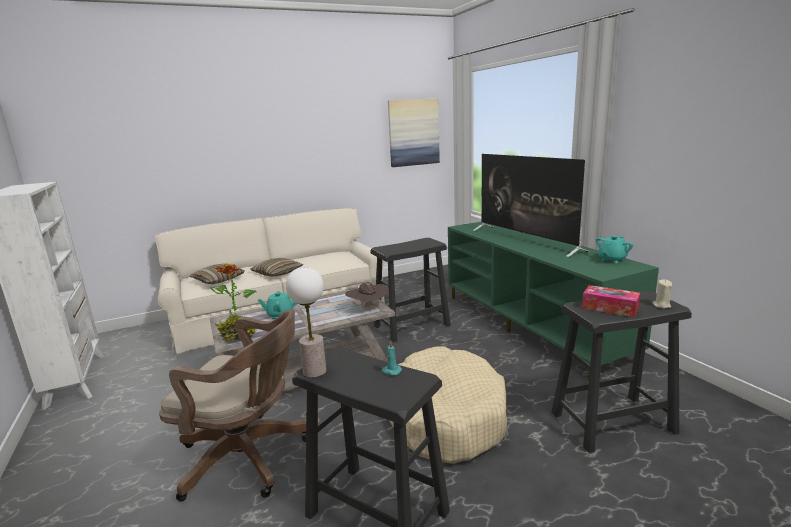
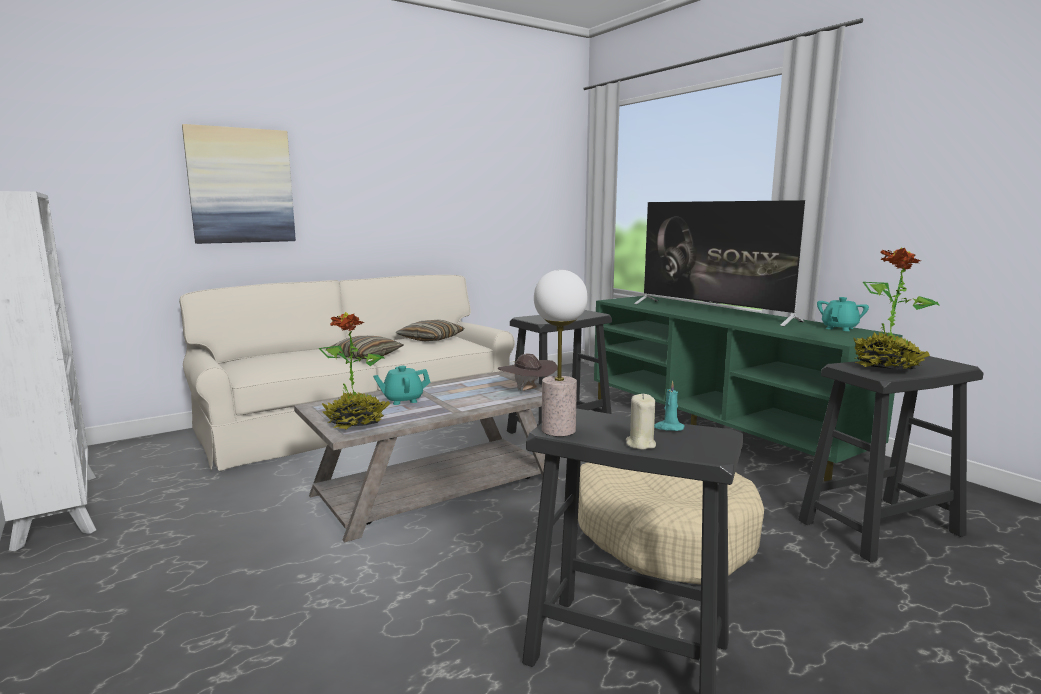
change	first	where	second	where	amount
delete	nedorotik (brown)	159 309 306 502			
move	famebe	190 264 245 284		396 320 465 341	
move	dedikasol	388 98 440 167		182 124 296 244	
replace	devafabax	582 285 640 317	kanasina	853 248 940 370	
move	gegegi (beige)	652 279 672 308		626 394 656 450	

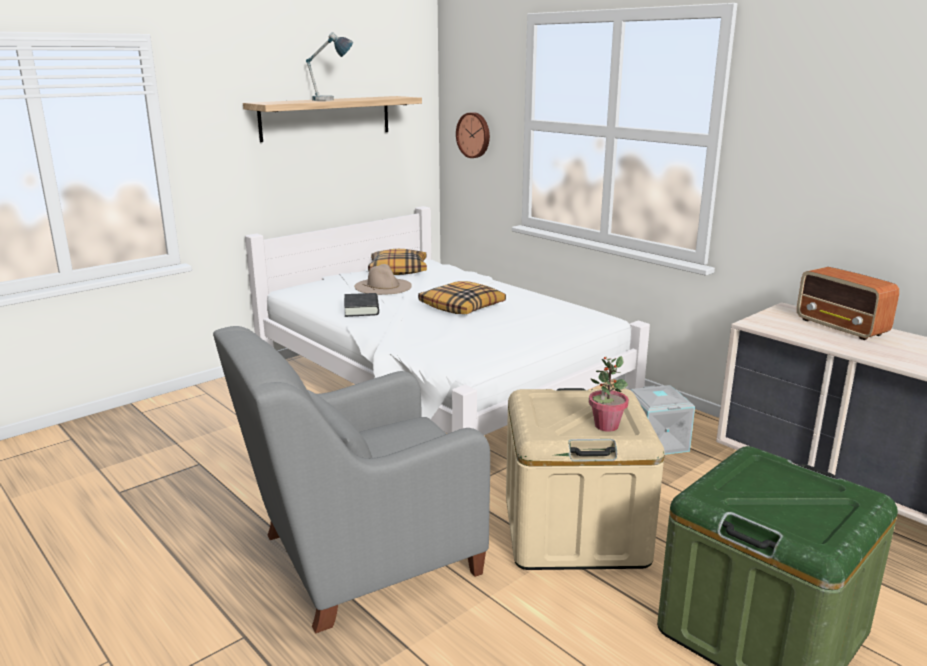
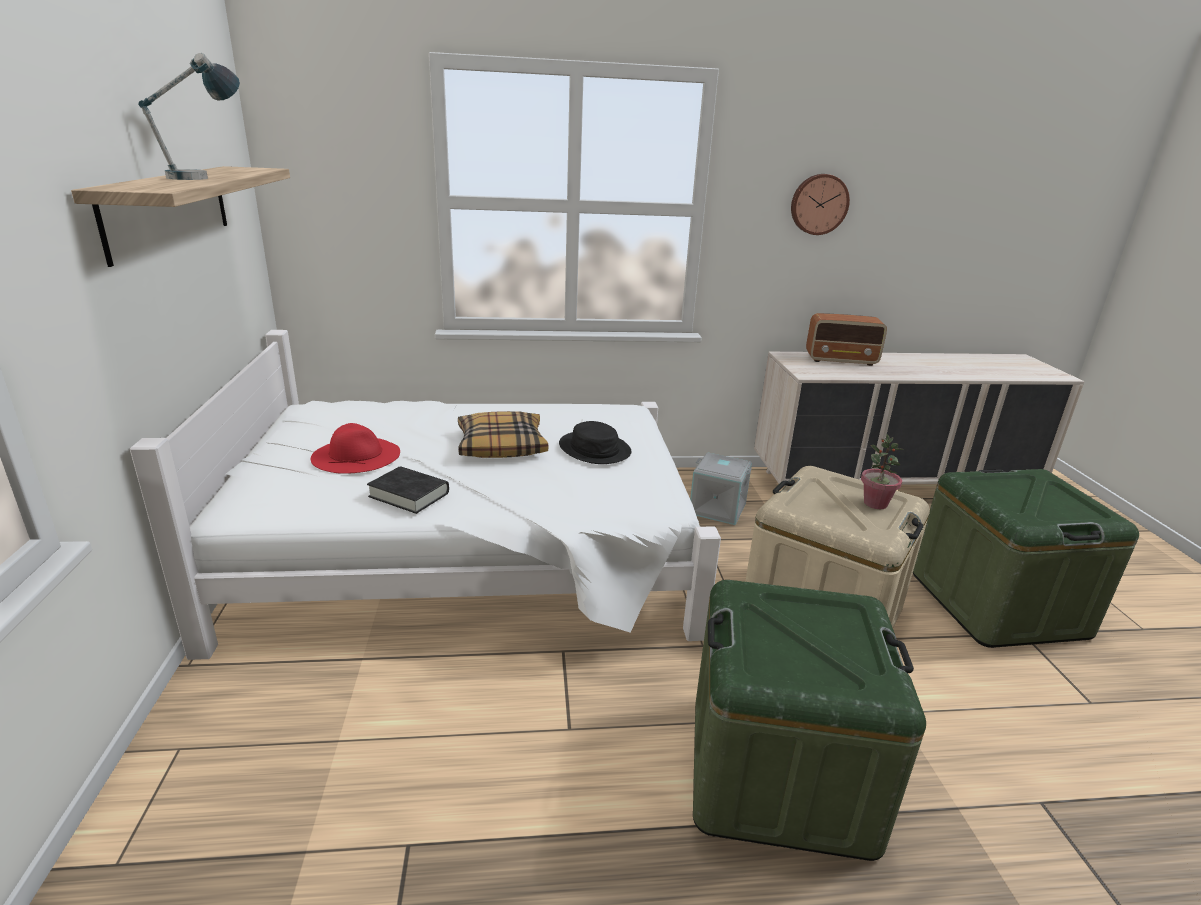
change	first	where	second	where	amount
replace	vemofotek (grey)	213 326 490 633	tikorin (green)	693 580 926 861	
recolor	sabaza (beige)	354 264 412 295	sabaza (red)	311 423 400 474	
delete	famebe	368 249 427 275			
move	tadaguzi	456 112 490 158		791 174 850 235	
insert			sabaza (black)	559 421 632 464	

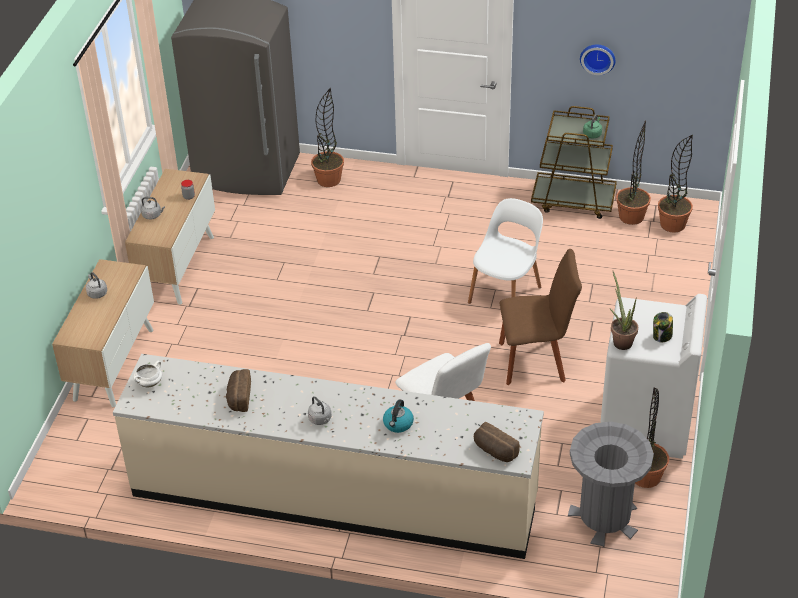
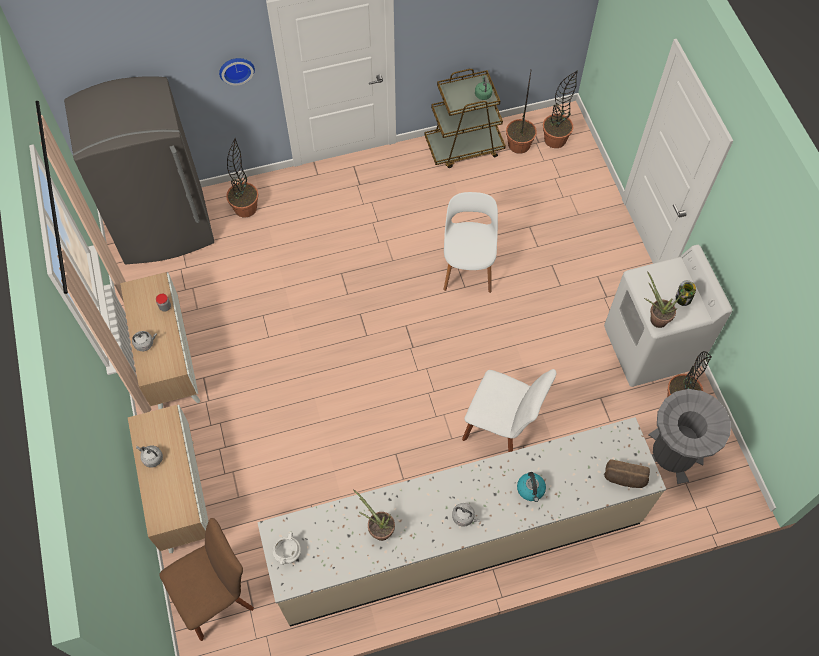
change	first	where	second	where	amount
replace	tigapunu	226 369 251 412	kanasina	353 489 395 541	
move	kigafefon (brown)	499 249 582 385		159 518 254 641	
move	tadaguzi	580 45 615 75		219 58 255 85	

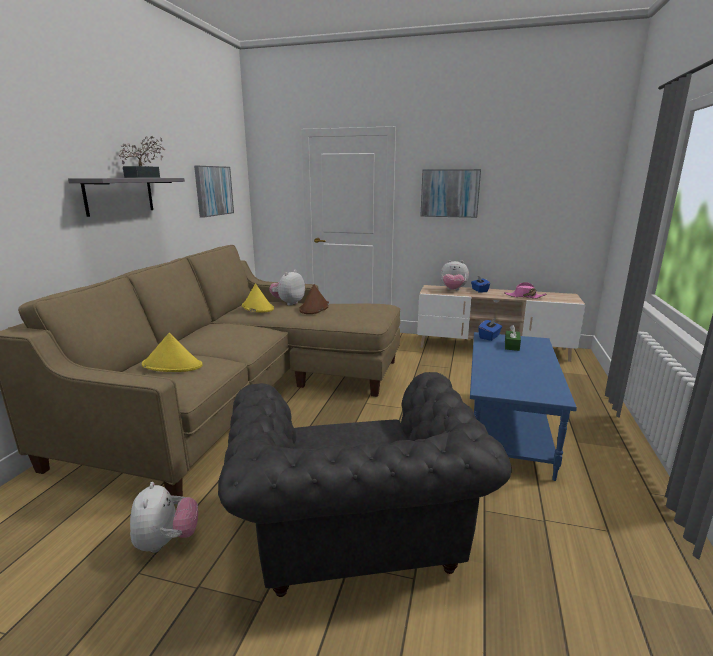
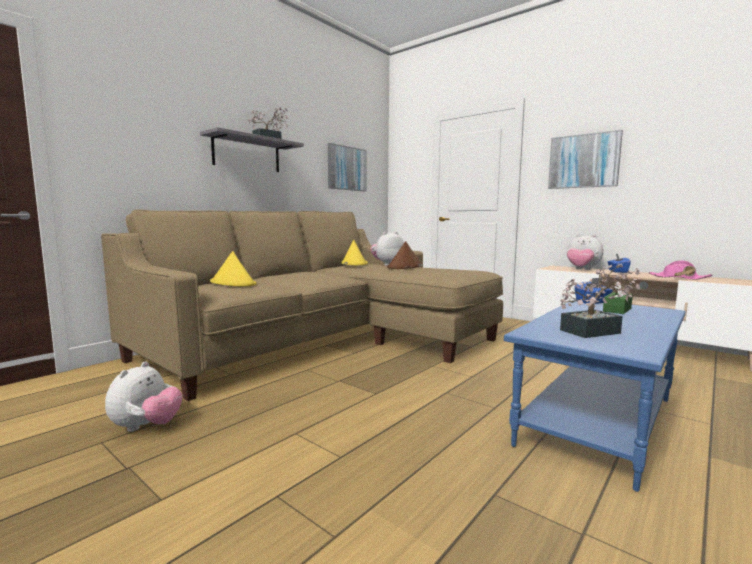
change	first	where	second	where	amount
delete	vemofotek (grey)	218 372 512 597			
insert			kanasina	560 264 641 338	

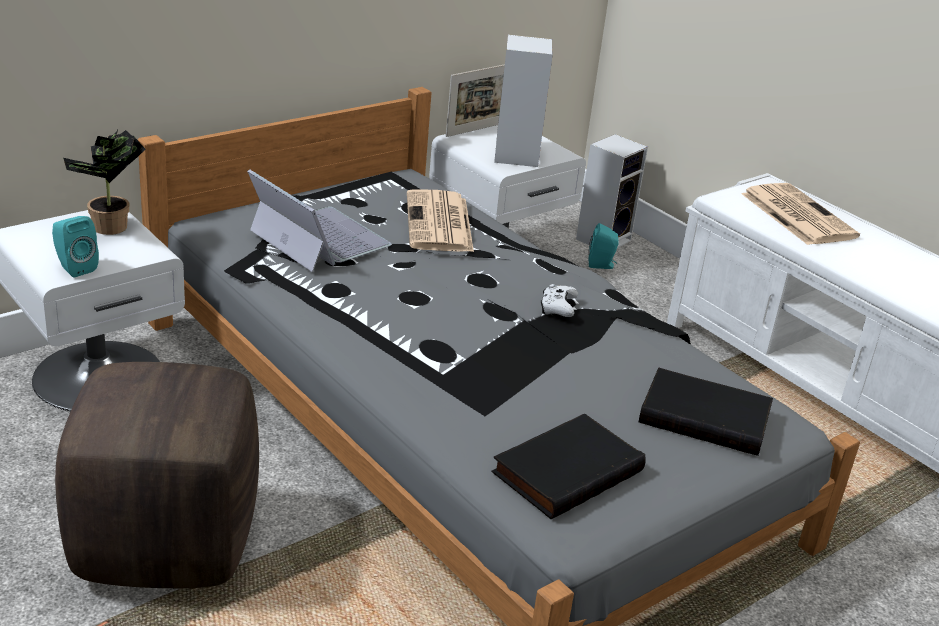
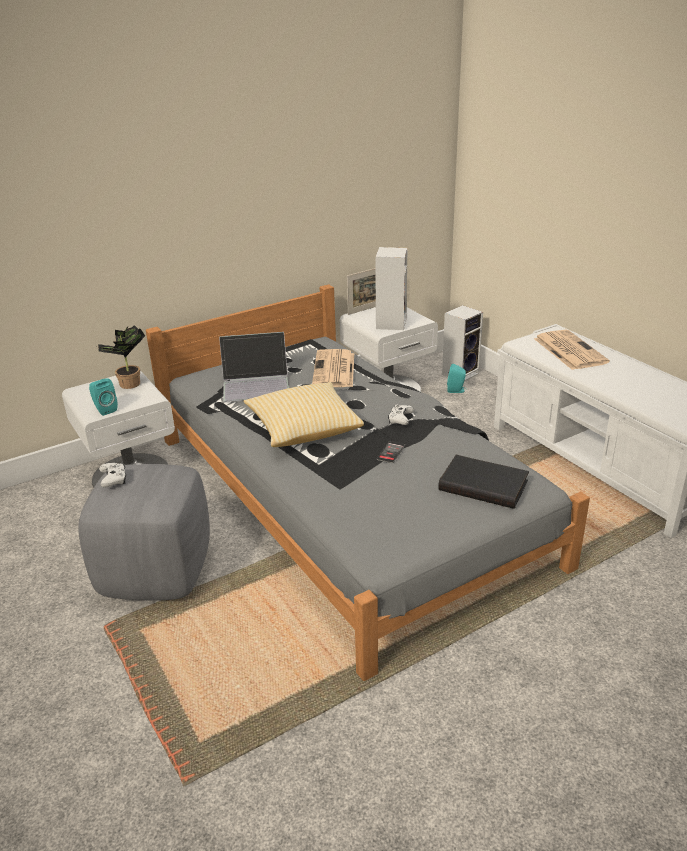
change	first	where	second	where	amount
recolor	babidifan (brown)	55 362 259 588	babidifan (grey)	78 464 210 600	
rotate	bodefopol	247 169 391 272		219 332 289 402	120 degrees clockwise
delete	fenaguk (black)	492 414 646 519			
insert			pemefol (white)	99 463 126 487	
insert			famebe	244 382 364 447	
insert			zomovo	377 441 405 463	

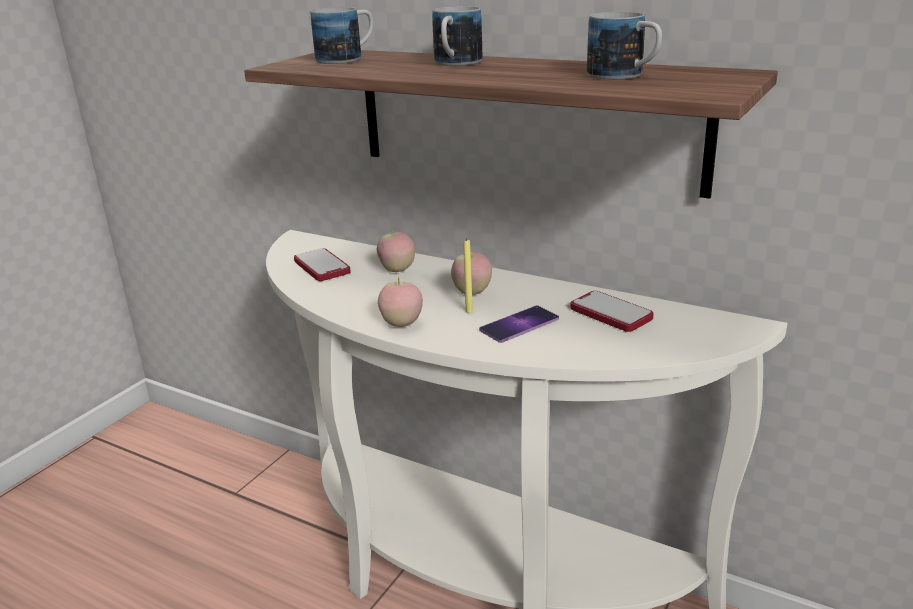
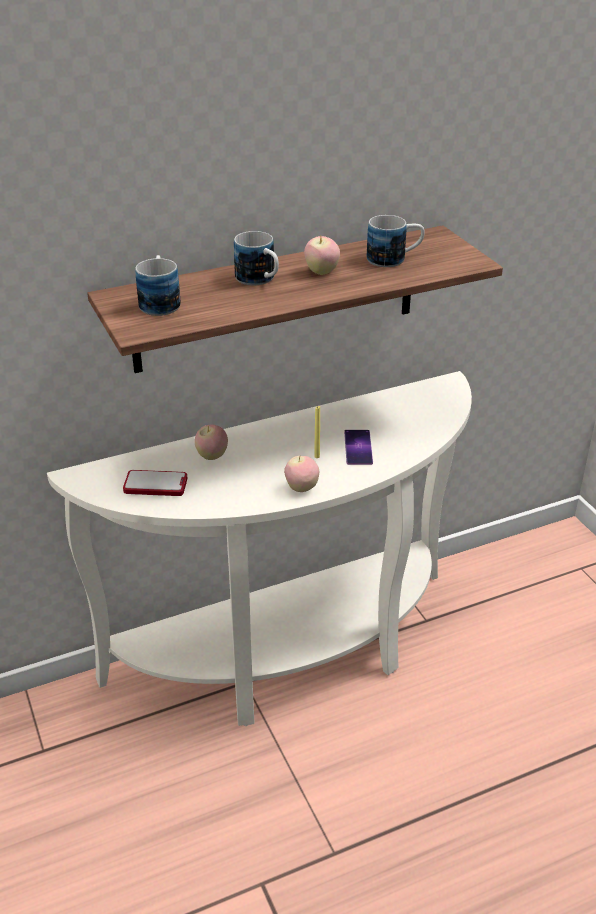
change	first	where	second	where	amount
move	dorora	451 251 492 295		304 236 340 275	
delete	zomovo	570 291 654 332			

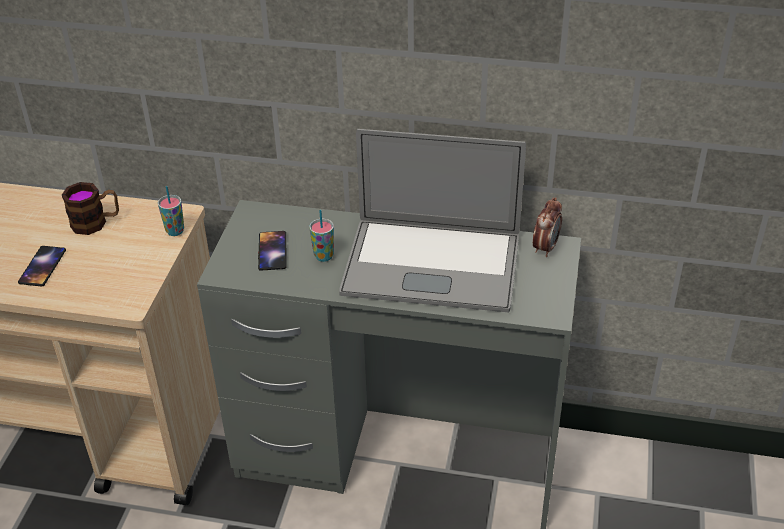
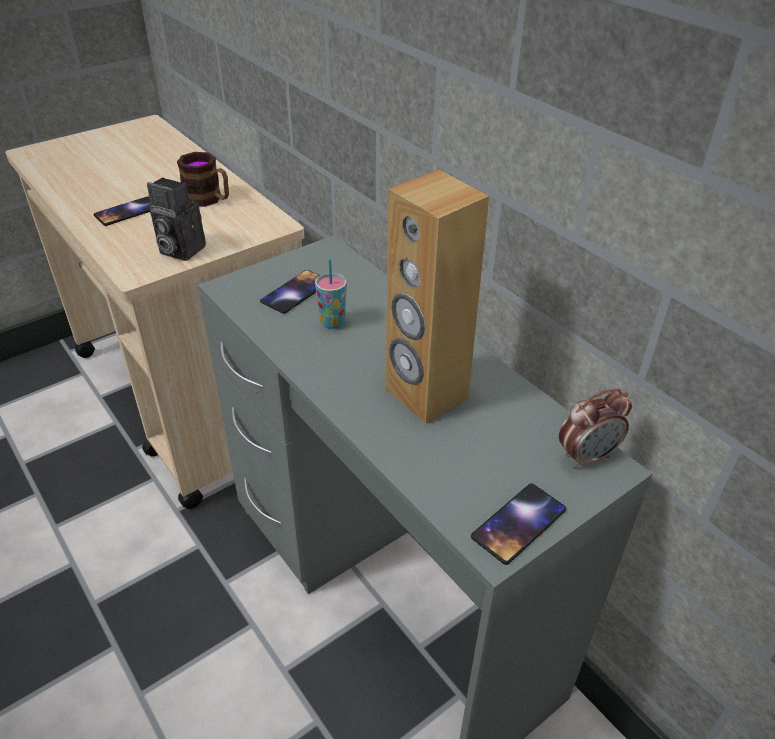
change	first	where	second	where	amount
delete	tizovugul	158 186 184 236			
replace	bodefopol	339 129 526 313	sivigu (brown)	386 170 489 424	
insert			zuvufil	147 177 206 261	
insert			zomovo	471 483 566 565	

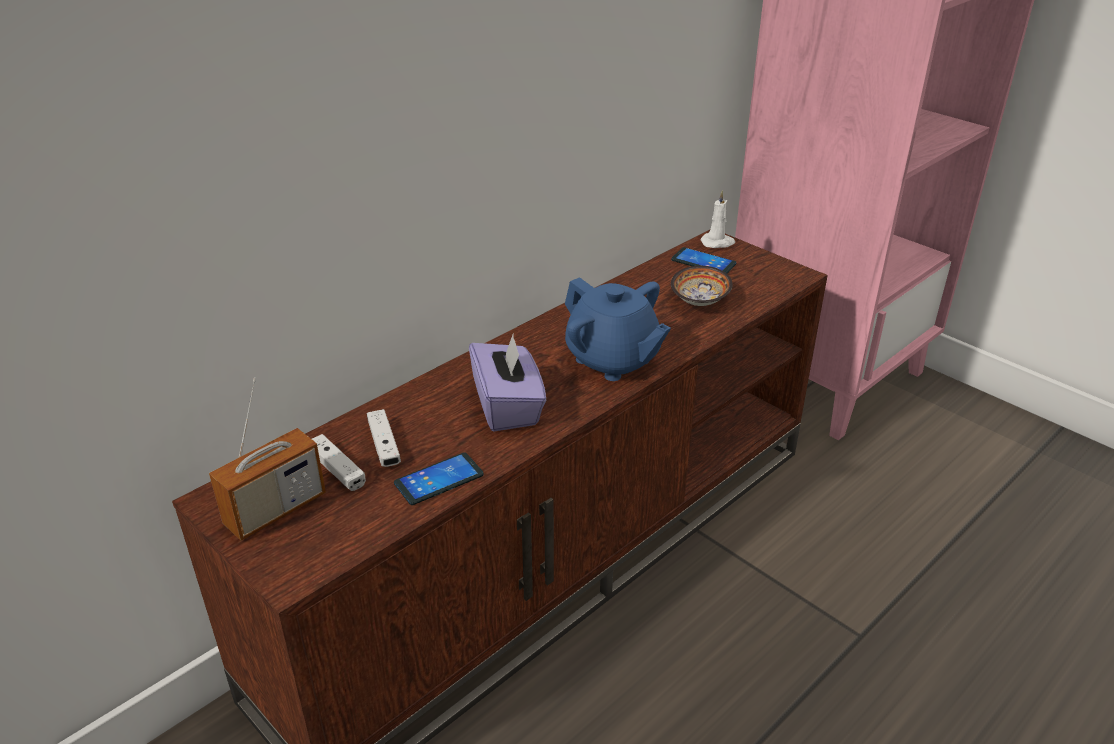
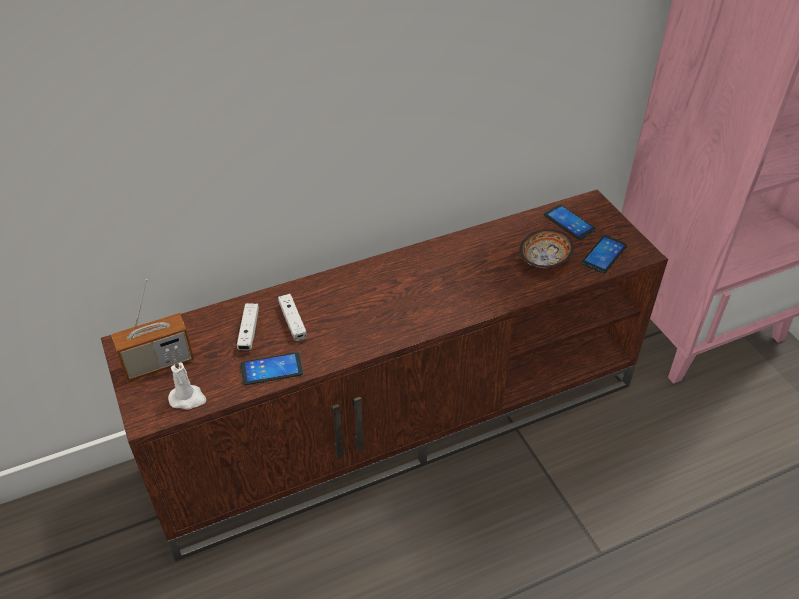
change	first	where	second	where	amount
move	pemefol (white)	312 434 366 491		278 294 307 341	
delete	devafabax (purple)	469 333 546 431			
delete	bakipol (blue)	565 277 671 381			
move	gegegi (white)	701 190 735 248		168 358 206 410	
insert			zomovo	582 235 627 274	

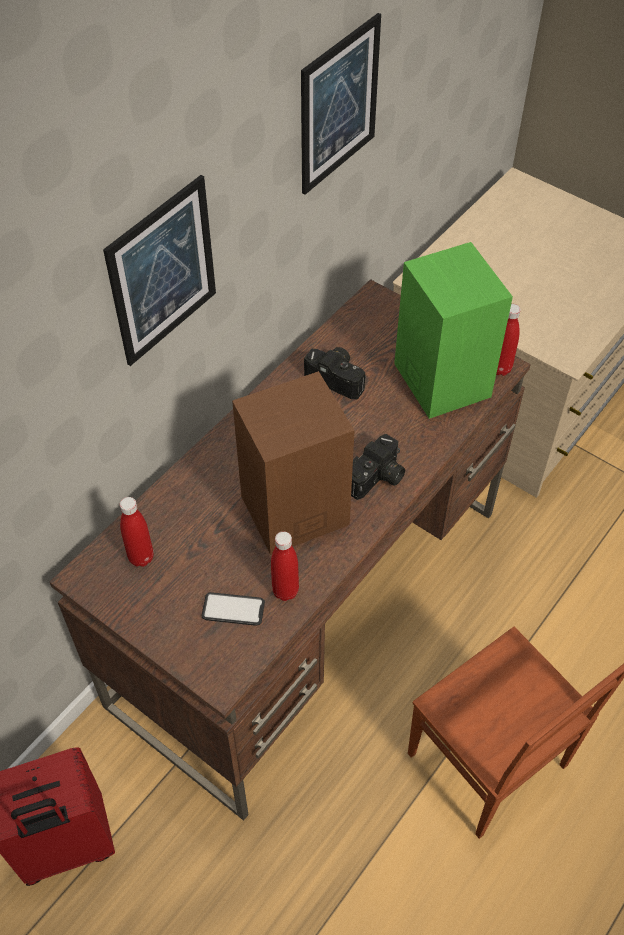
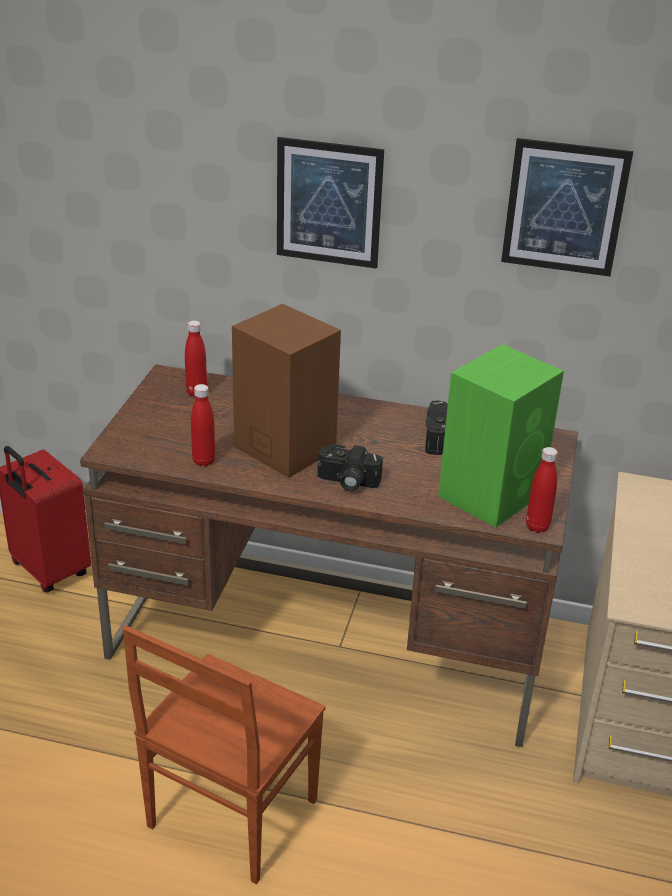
change	first	where	second	where	amount
delete	zomovo	201 592 265 626			

